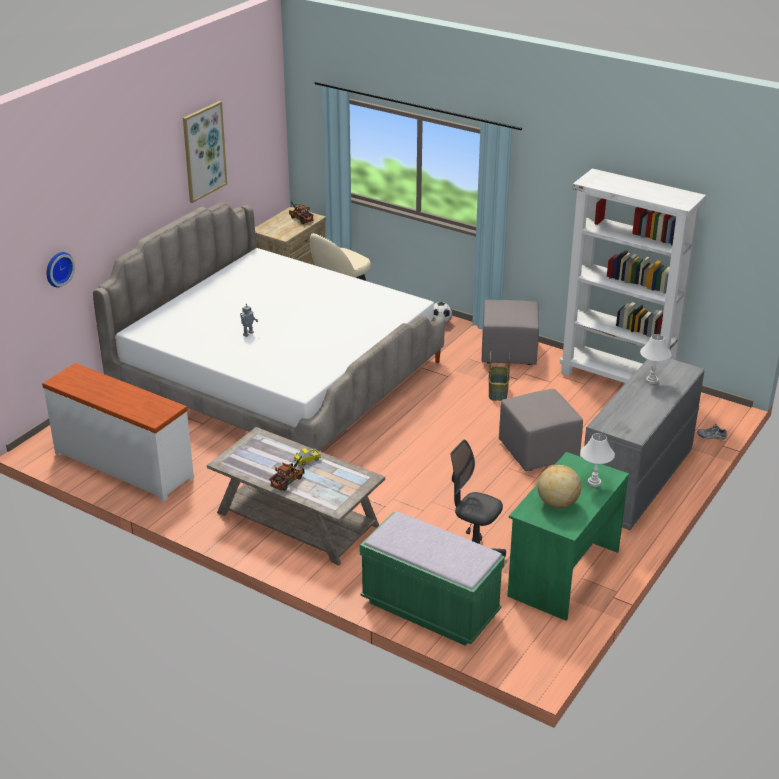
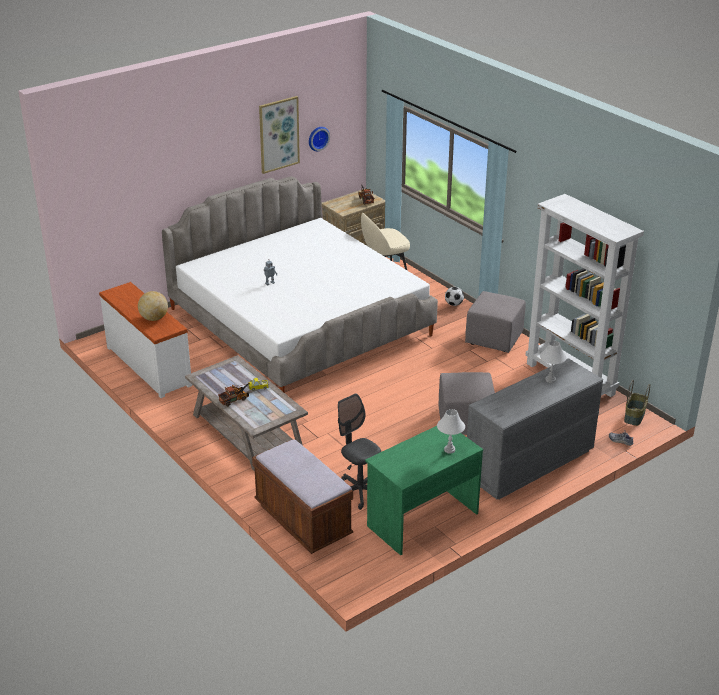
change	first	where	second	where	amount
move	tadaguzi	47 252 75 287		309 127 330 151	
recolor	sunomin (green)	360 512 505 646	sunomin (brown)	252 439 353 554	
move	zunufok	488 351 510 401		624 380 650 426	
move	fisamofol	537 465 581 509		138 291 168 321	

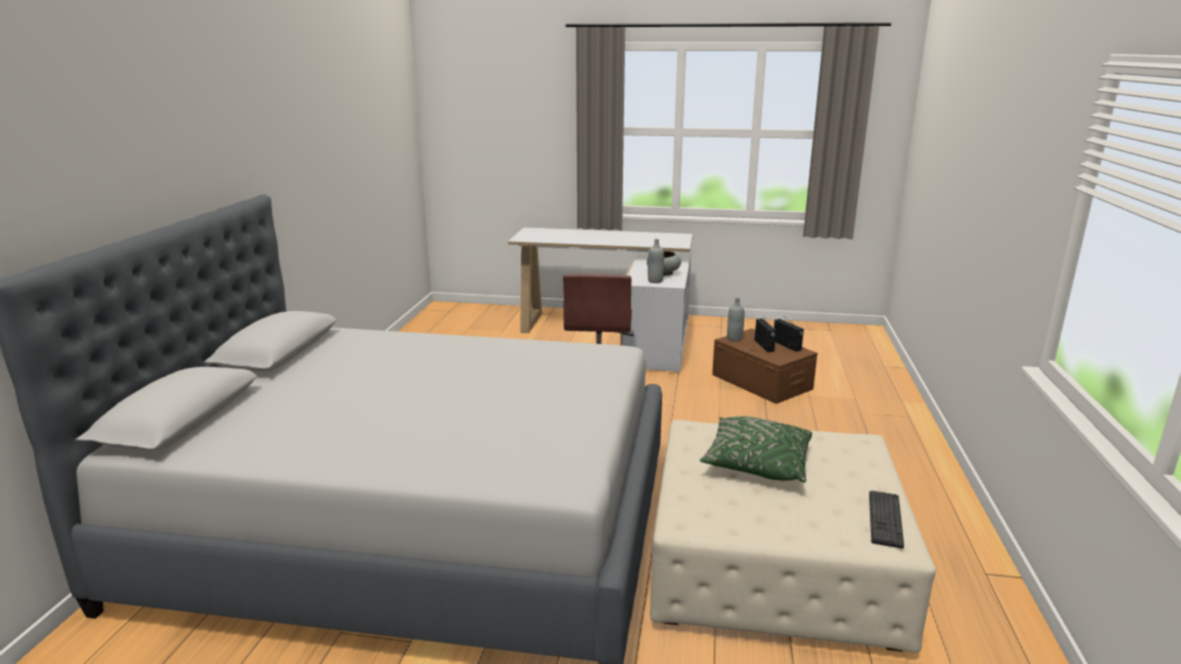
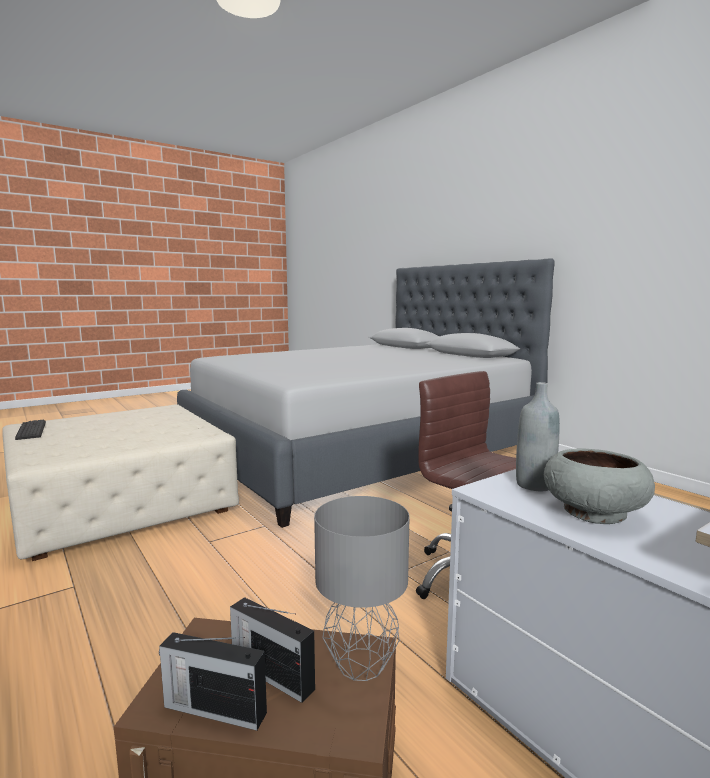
change	first	where	second	where	amount
delete	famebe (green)	700 416 812 483			
replace	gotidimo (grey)	727 297 744 341	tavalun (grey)	314 496 410 681	

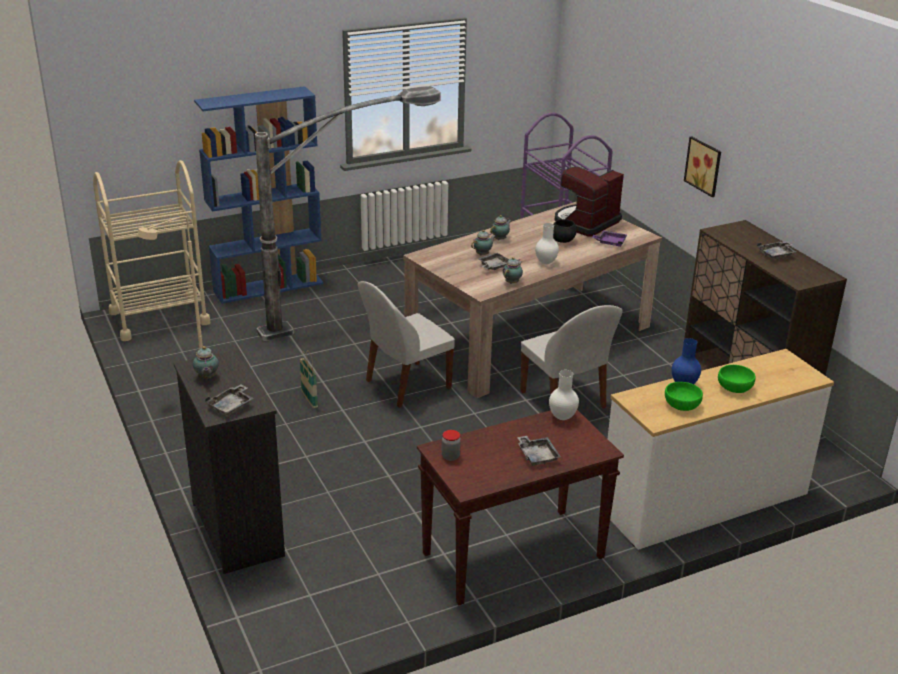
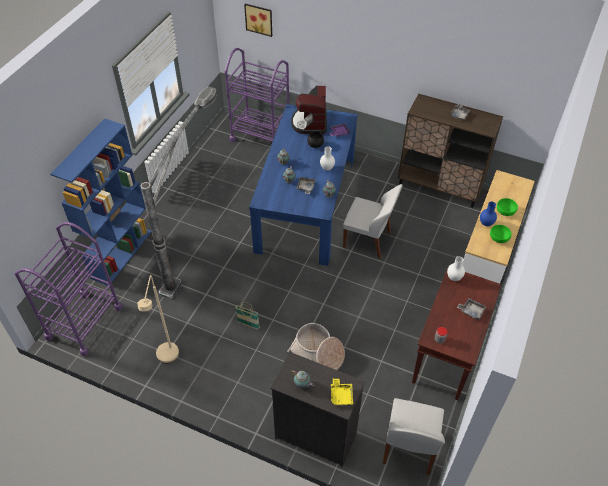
change	first	where	second	where	amount
recolor	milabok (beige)	93 160 210 341	milabok (purple)	15 222 123 356	
recolor	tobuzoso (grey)	205 384 254 416	tobuzoso (yellow)	331 379 353 406	
move	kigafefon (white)	358 281 455 408		383 398 445 475	
recolor	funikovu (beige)	403 201 662 398	funikovu (blue)	249 104 358 266	
move	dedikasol	684 136 721 197		244 4 272 37	
insert			zunufok	287 323 345 370	

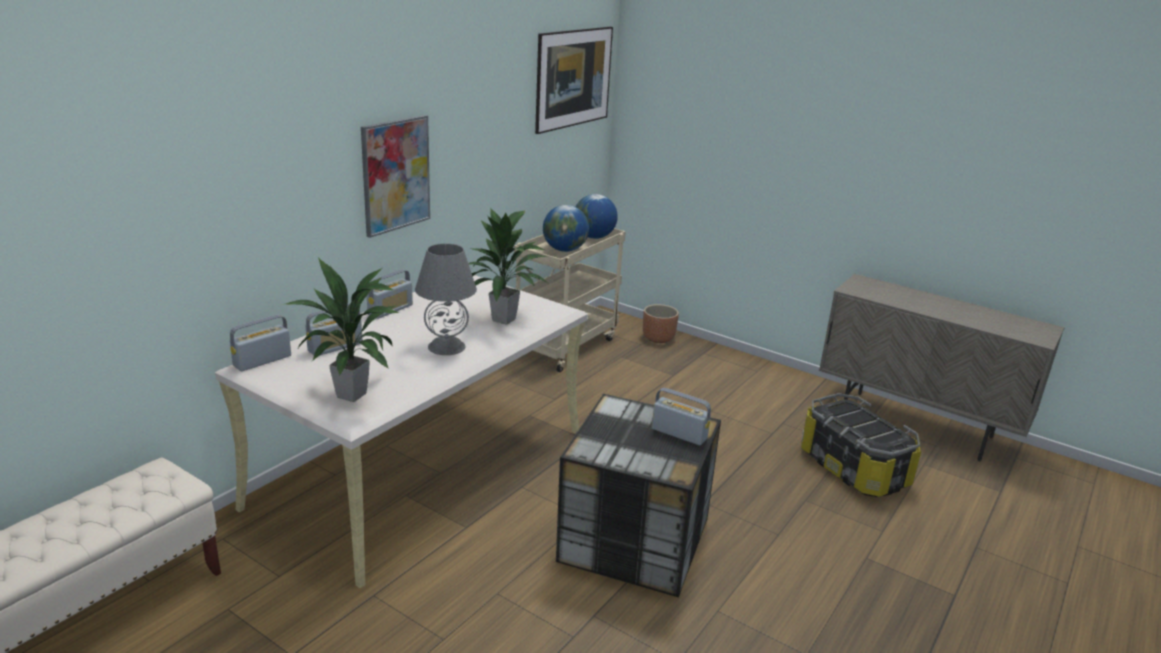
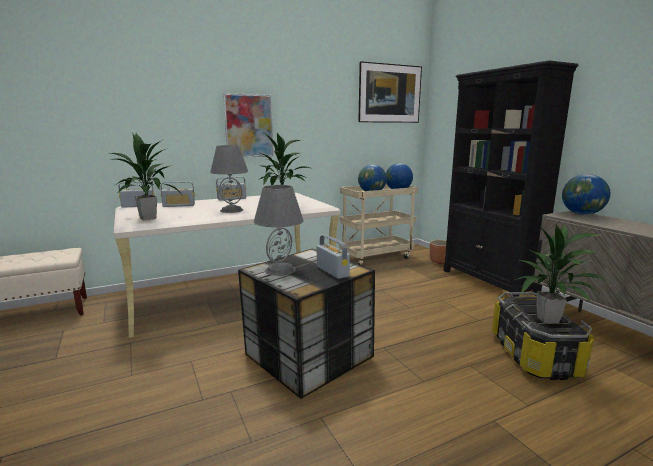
change	first	where	second	where	amount
insert			tavalun (grey)	254 185 304 276	
insert			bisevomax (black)	444 60 579 297	
insert			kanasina	515 224 609 324	
insert			fisamofol	562 174 610 215	

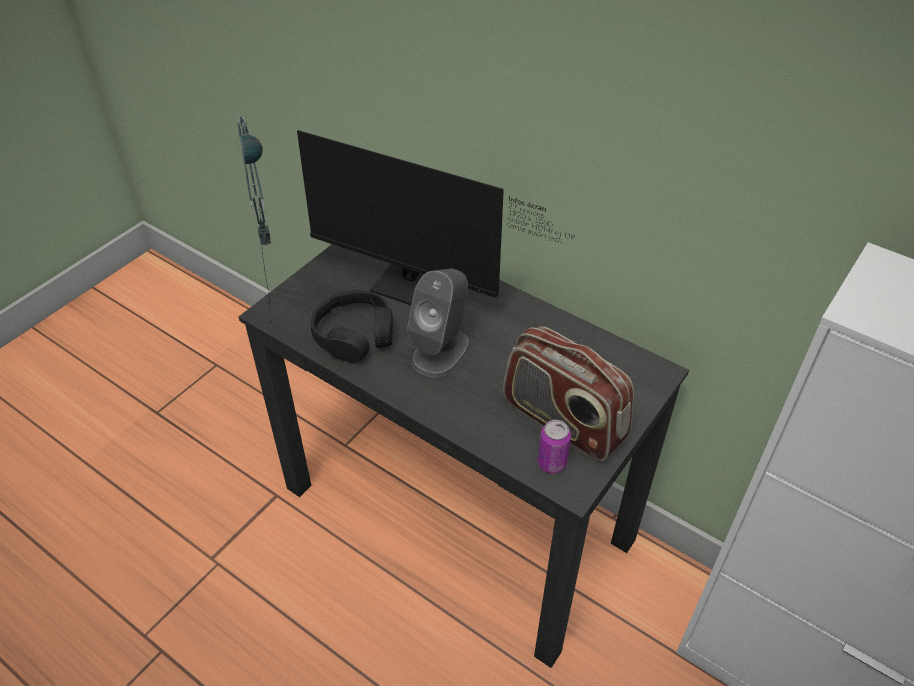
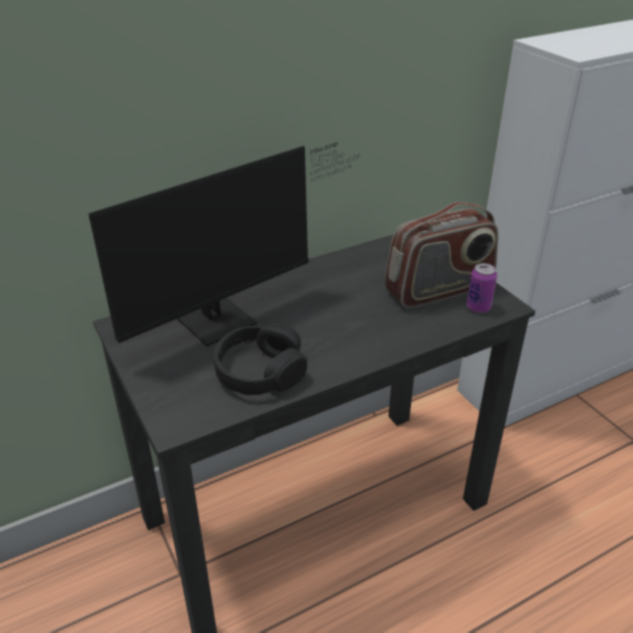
change	first	where	second	where	amount
delete	tavalun	237 117 271 324			
delete	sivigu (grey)	407 269 470 378			

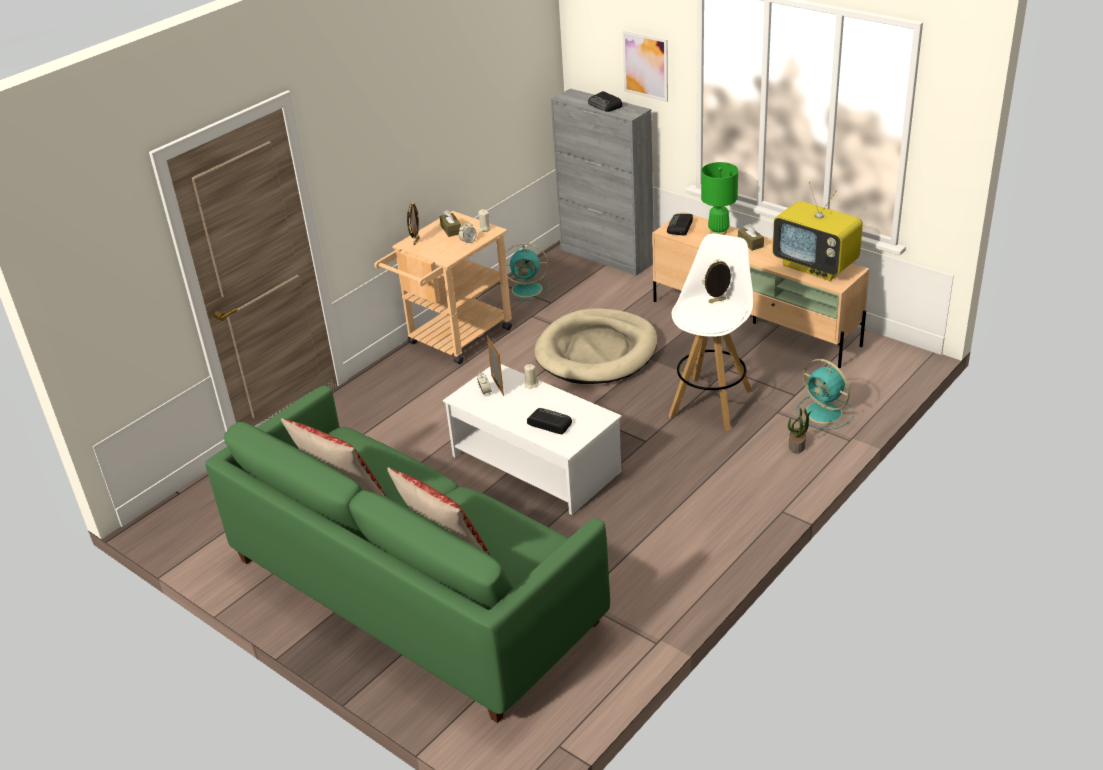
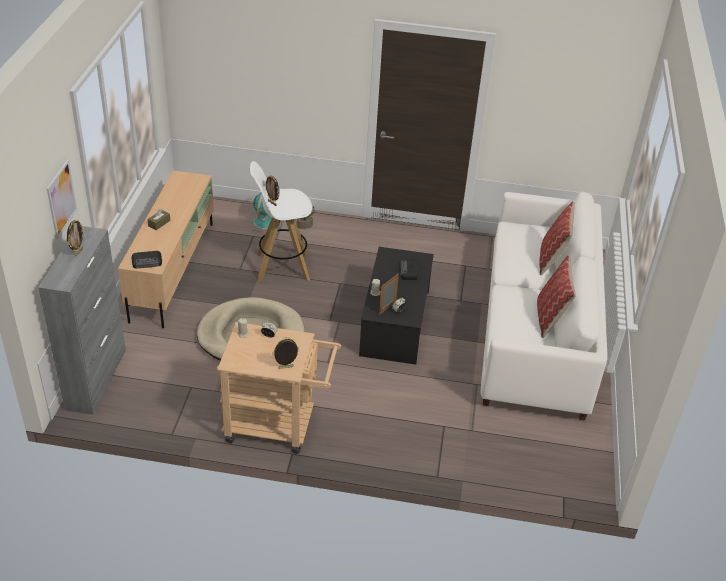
change	first	where	second	where	amount
recolor	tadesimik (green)	205 386 610 723	tadesimik (white)	481 192 607 421	
delete	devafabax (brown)	440 210 461 237			
recolor	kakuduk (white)	443 364 622 515	kakuduk (black)	359 247 434 365	
delete	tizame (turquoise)	505 243 550 301			
replace	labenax	588 91 622 112	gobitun	67 219 84 257	
delete	tavalun (green)	701 162 738 235			
delete	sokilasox	772 182 863 281			

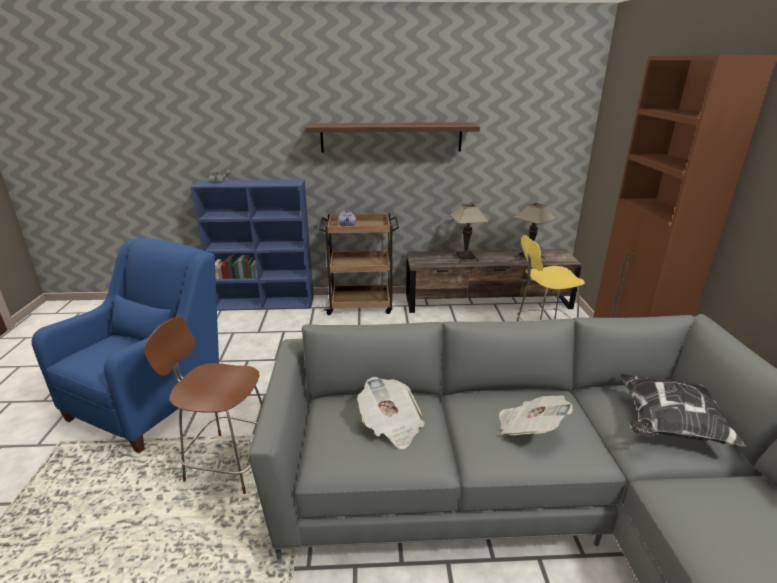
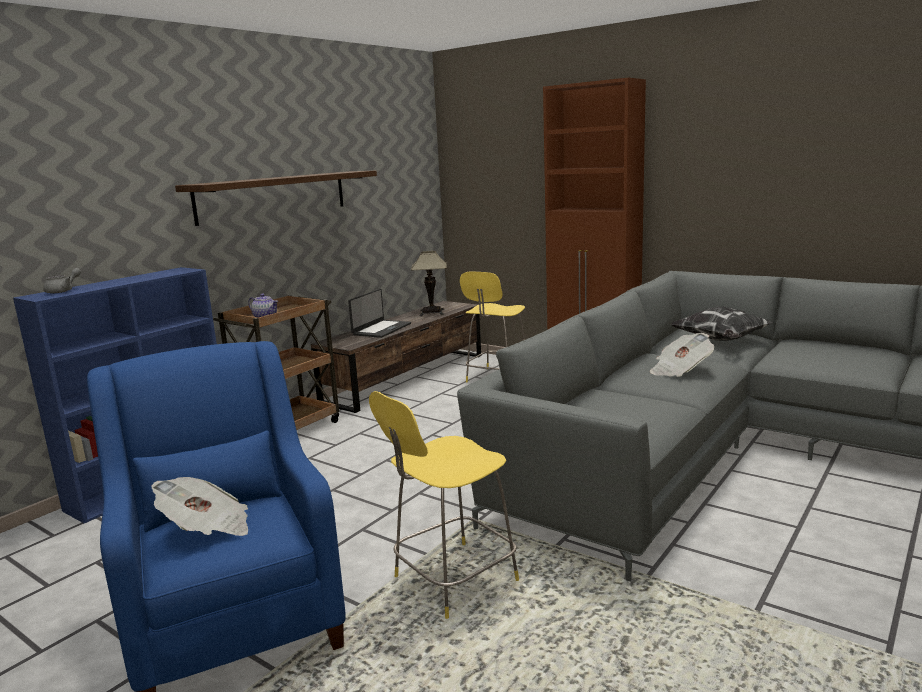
change	first	where	second	where	amount
recolor	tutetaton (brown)	144 316 263 494	tutetaton (yellow)	369 391 519 619	
move	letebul	357 377 425 449		151 477 248 536	
replace	tavalun	449 203 489 263	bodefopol	348 289 411 338	

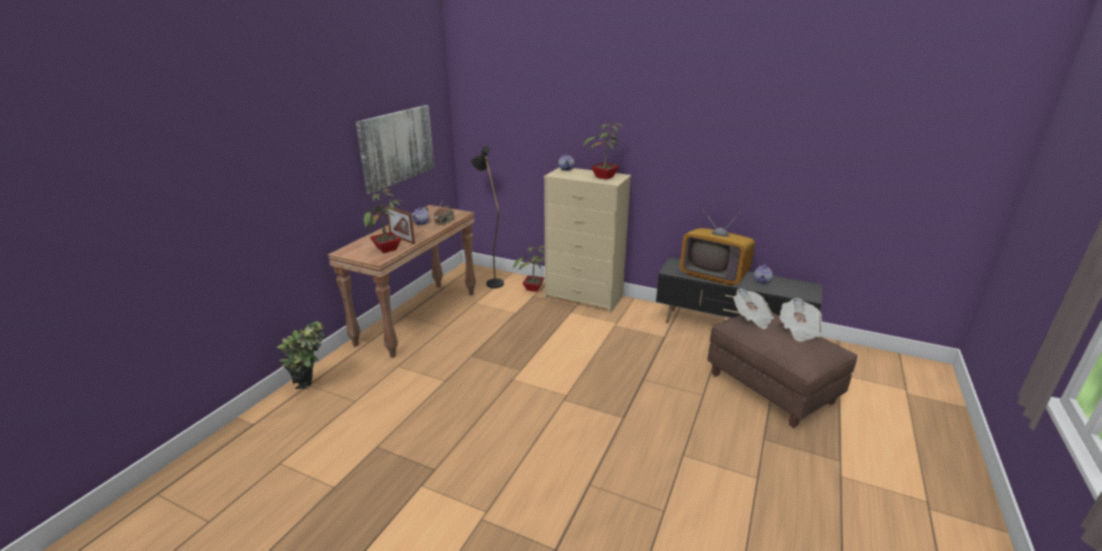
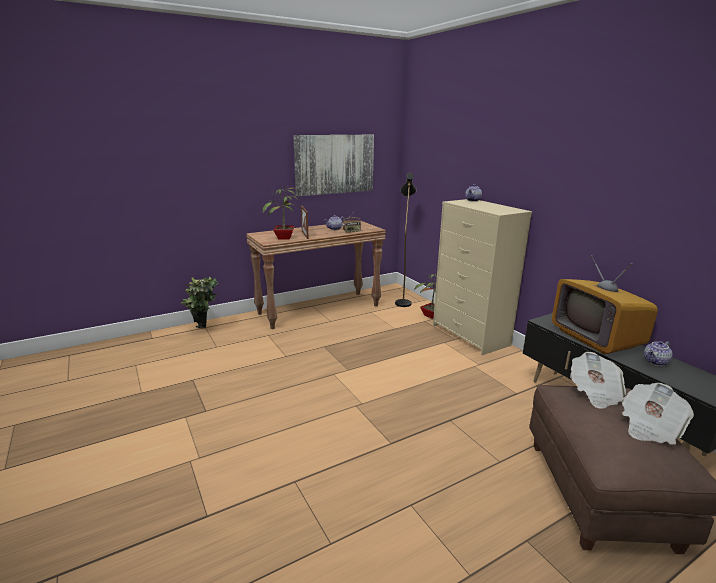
change	first	where	second	where	amount
delete	kanasina	582 120 624 180			

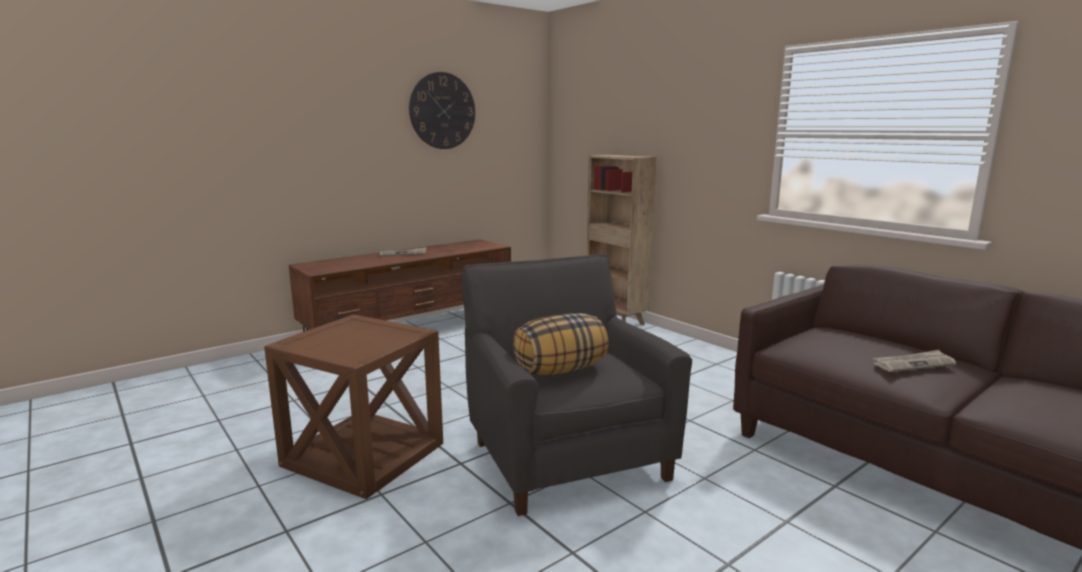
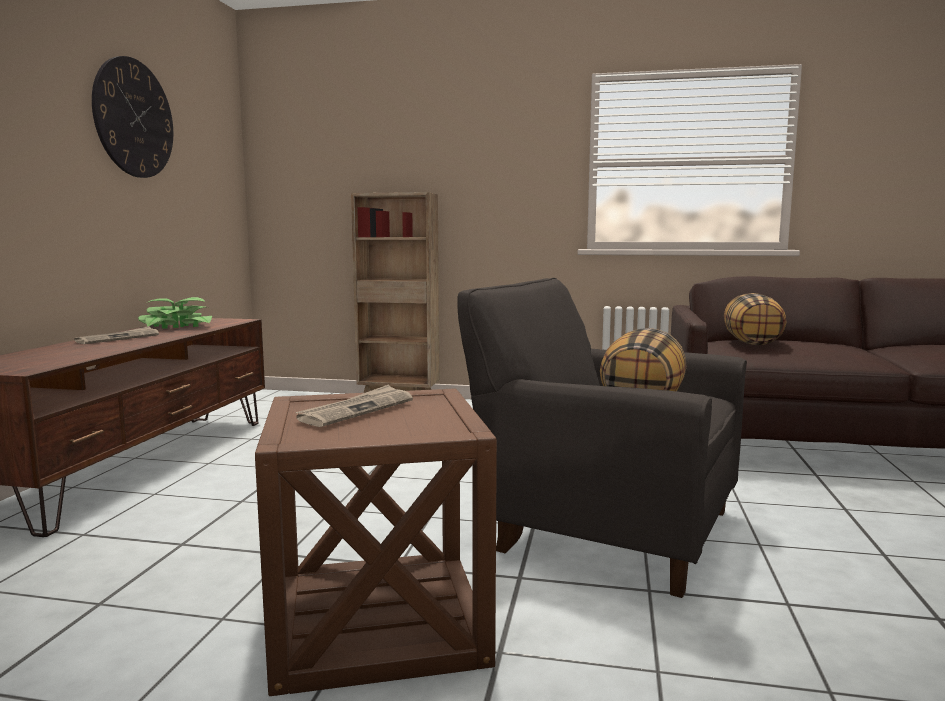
change	first	where	second	where	amount
move	letebul	873 350 956 372		295 384 413 427	
insert			kanasina	138 297 212 329	
insert			famebe	724 293 786 345	

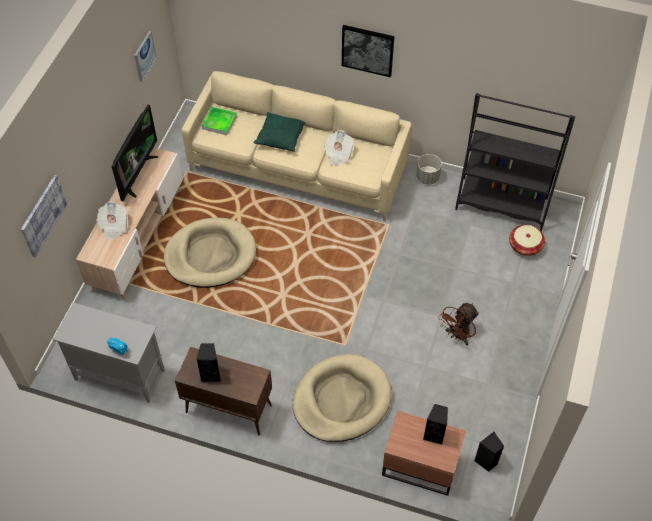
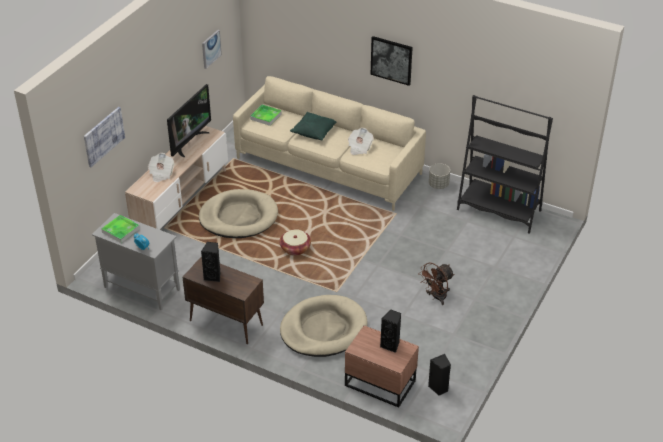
change	first	where	second	where	amount
move	zunufok	509 225 545 256		280 229 311 256	
insert			tobuzoso	101 215 140 243	

